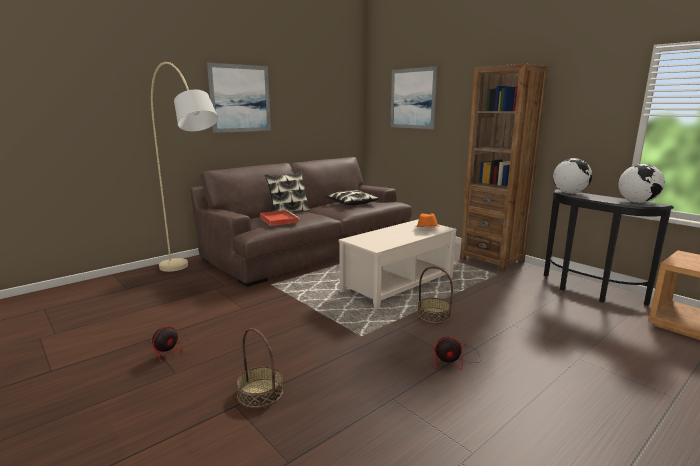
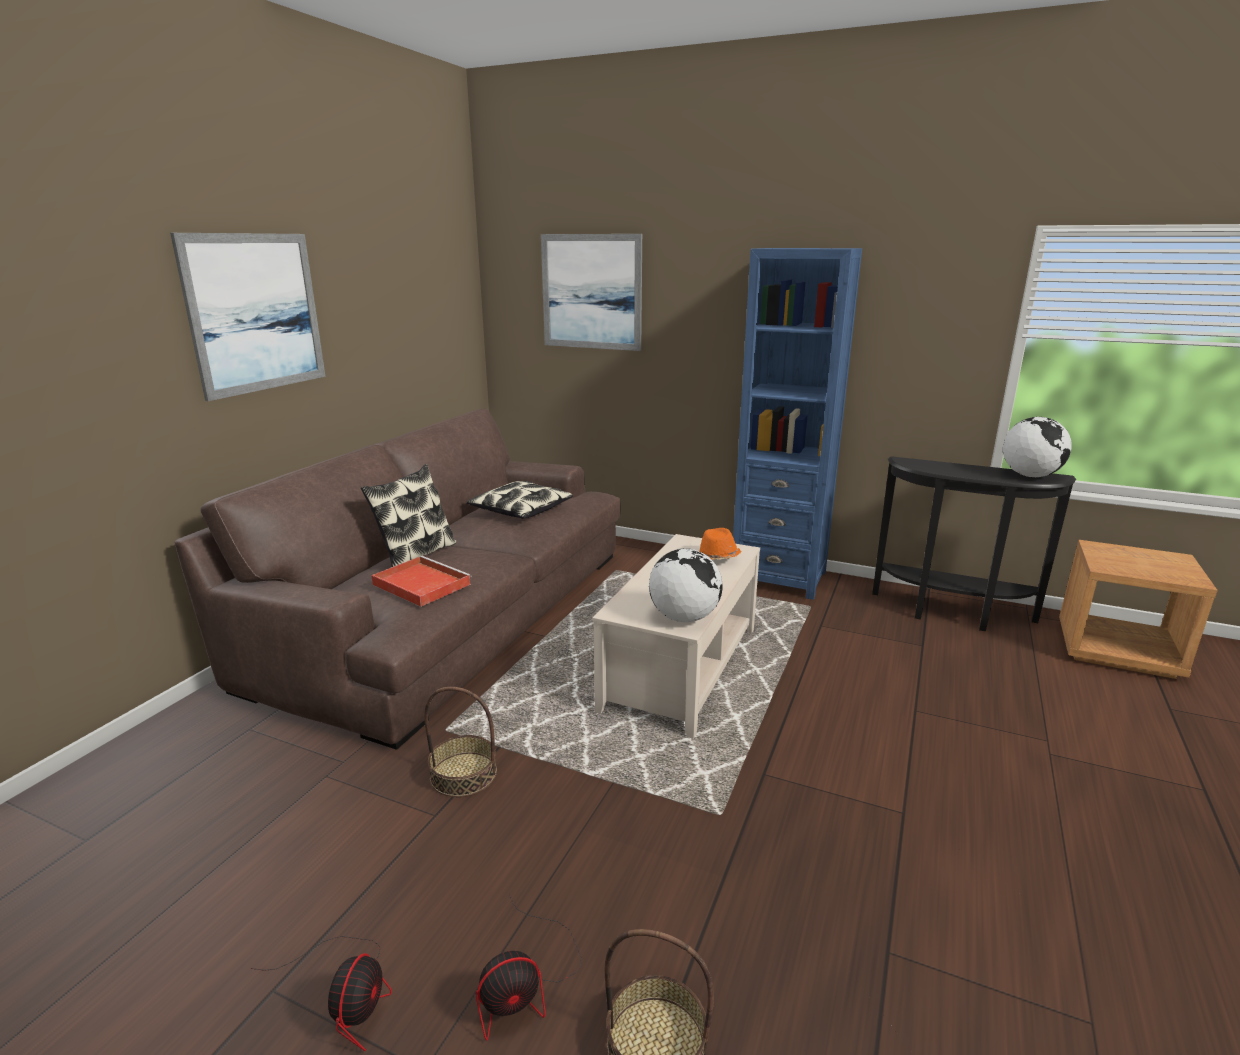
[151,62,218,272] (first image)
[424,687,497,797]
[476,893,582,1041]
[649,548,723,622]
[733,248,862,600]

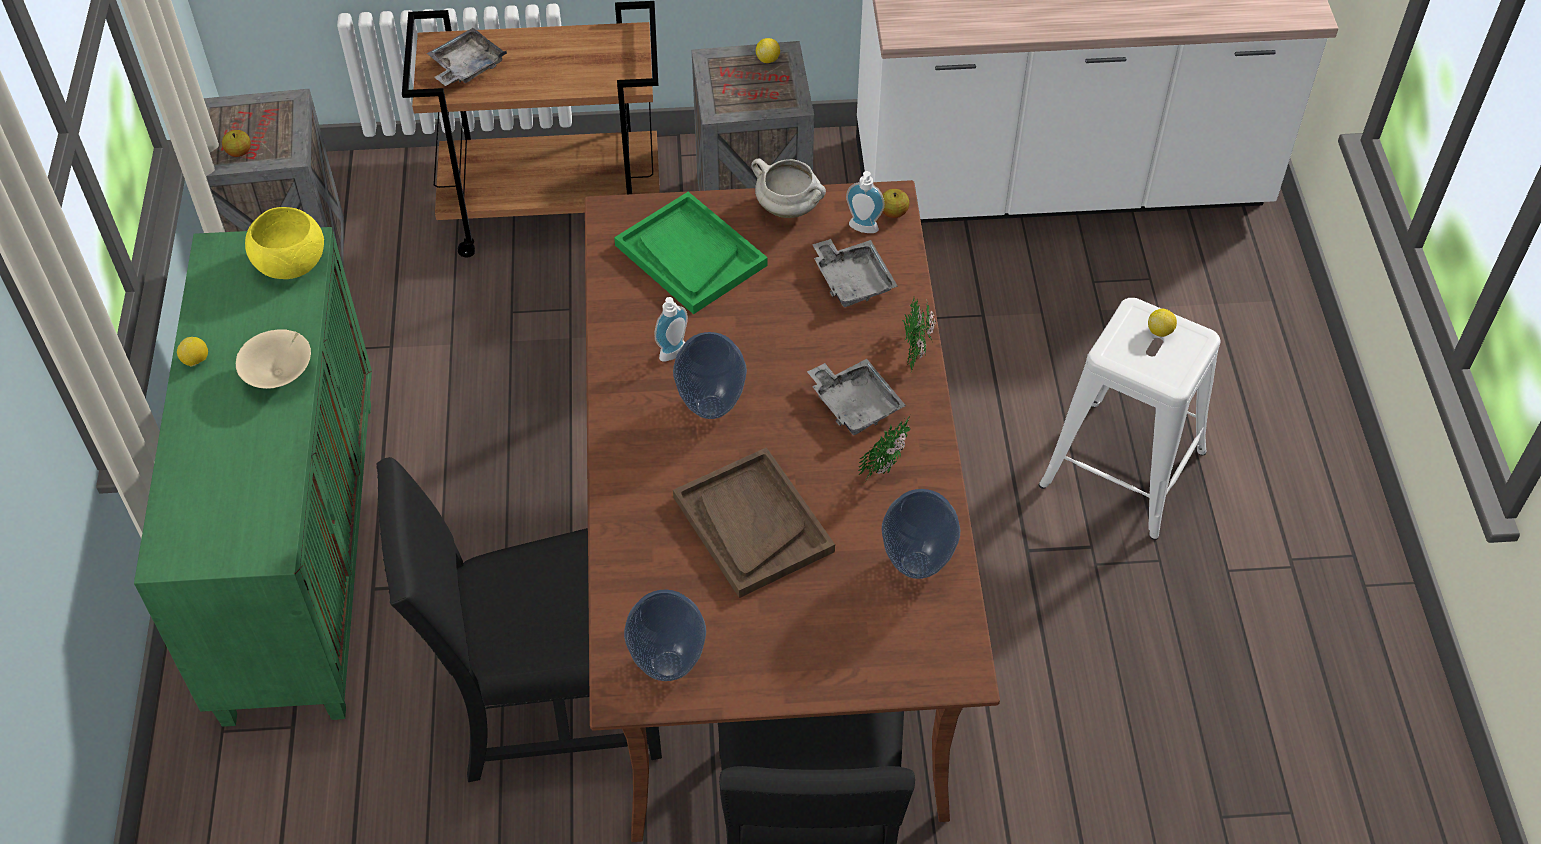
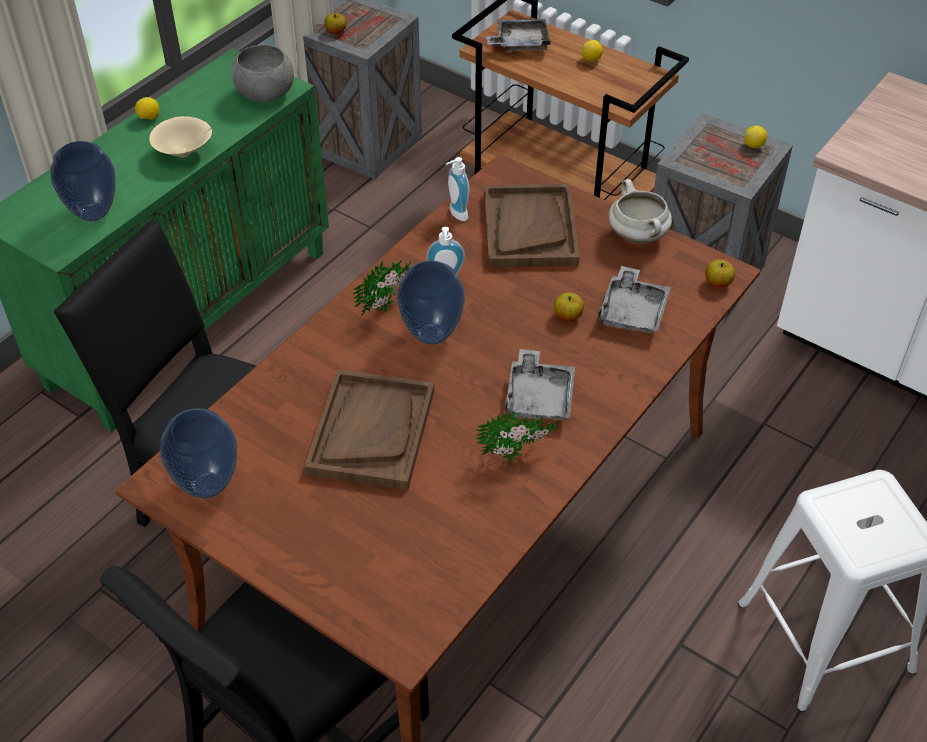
[554,293,584,321]
[446,157,469,221]
[51,141,116,221]
[353,260,411,315]
[582,40,603,61]
[231,44,294,102]
[484,184,579,267]

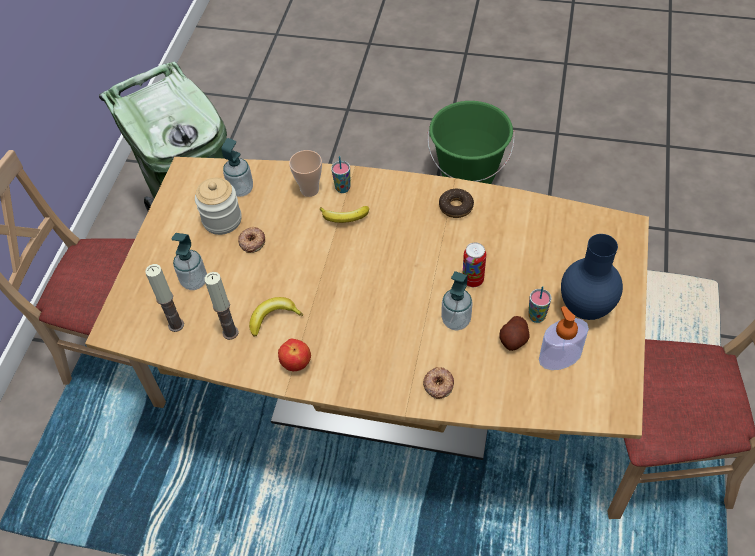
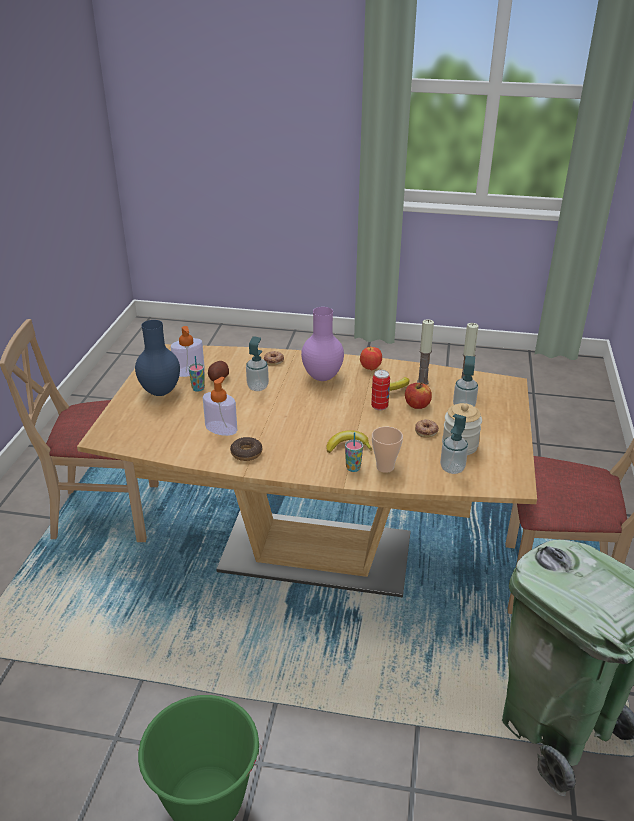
[203,377,237,436]
[301,307,344,381]
[405,382,432,409]
[371,370,390,411]

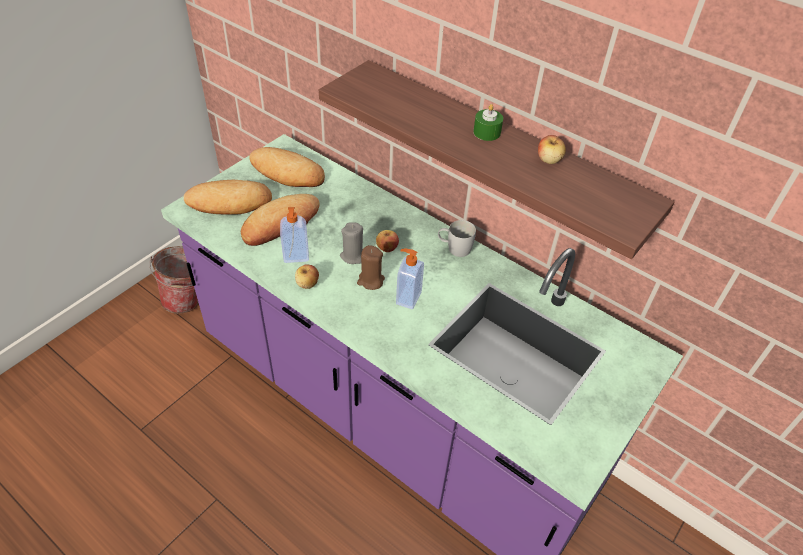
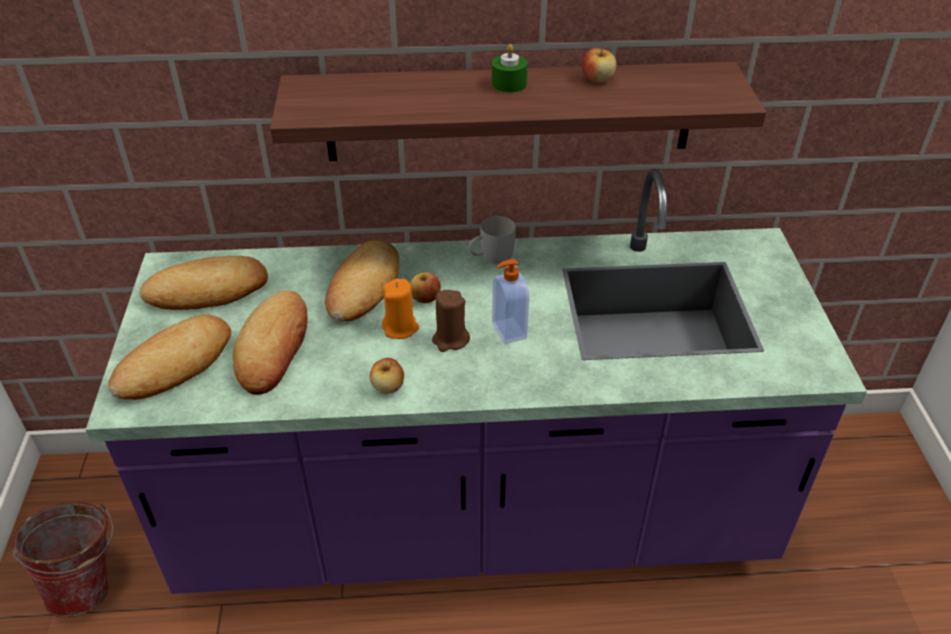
[280,207,309,263] (first image)
[325,240,399,321]
[382,279,419,339]

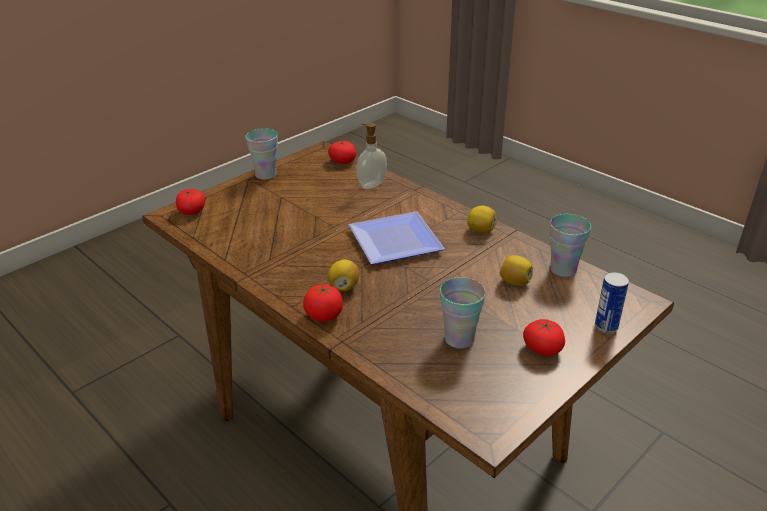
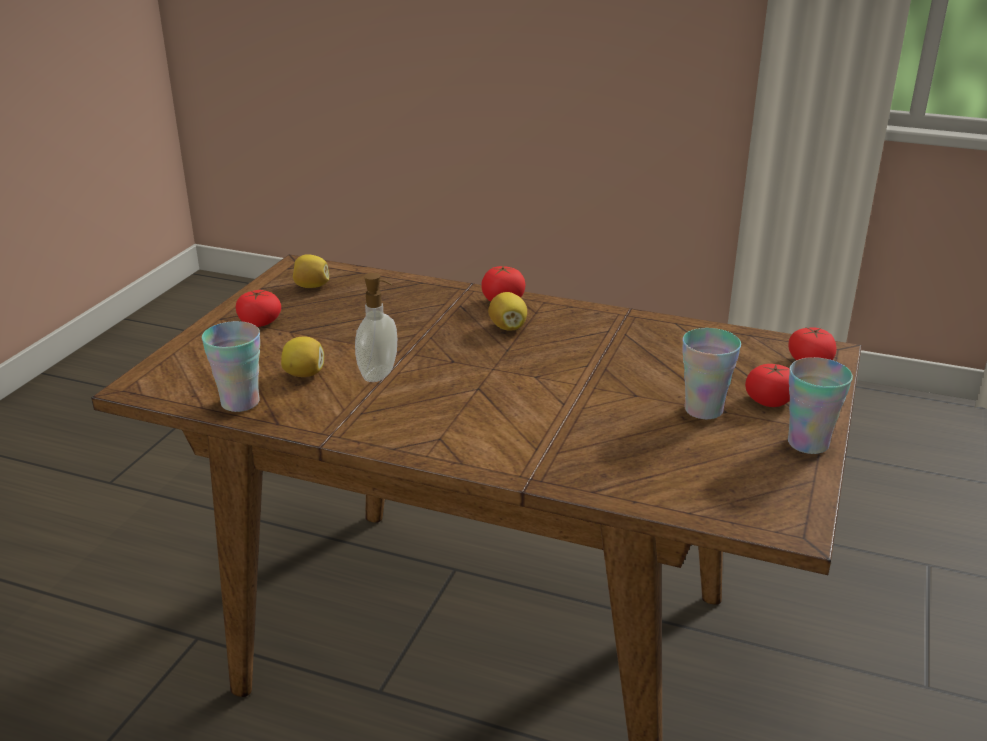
[349,211,445,264] (first image)
[595,272,629,334] (first image)
[745,364,790,407]
[355,273,397,382]
[682,328,741,419]
[293,254,329,288]

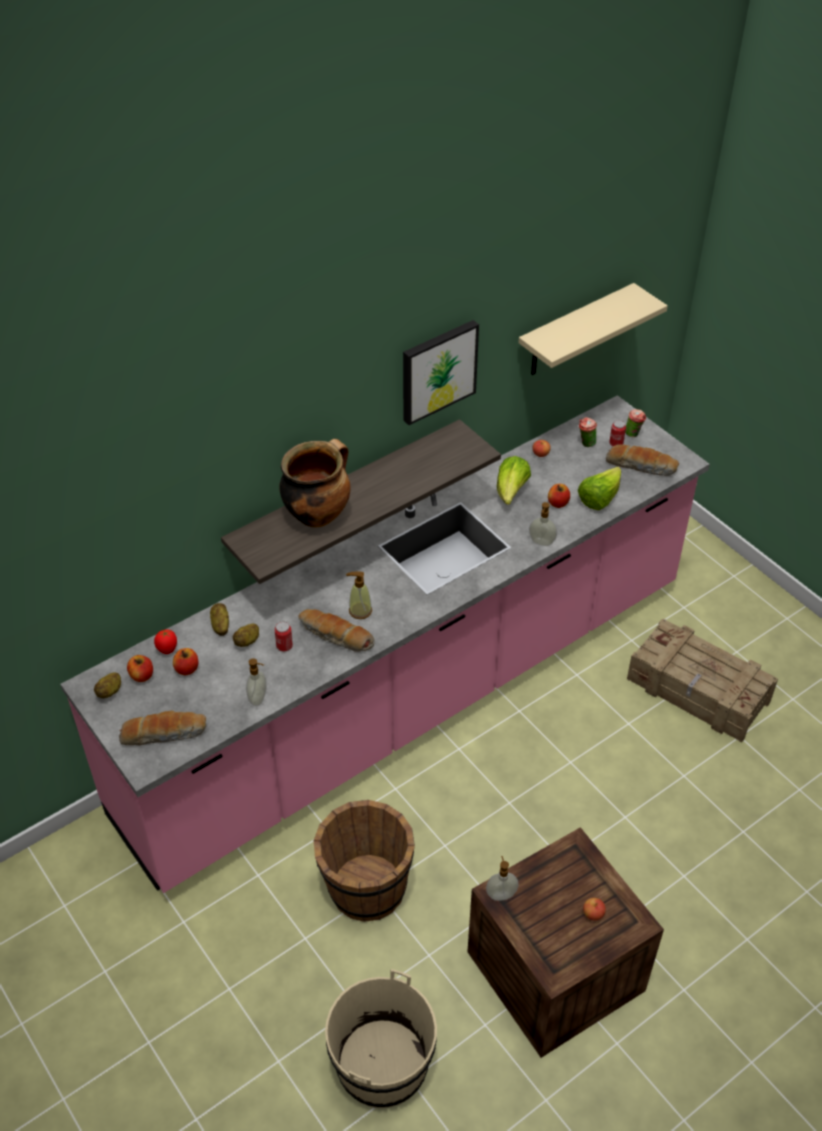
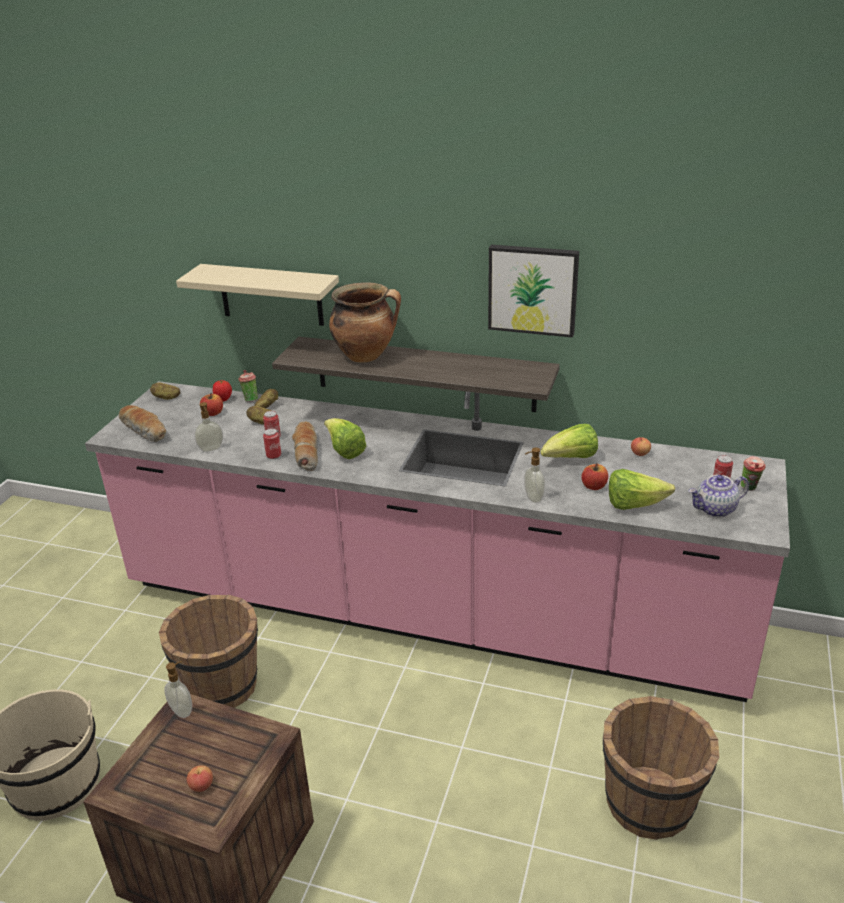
[127,655,153,682] (first image)
[263,428,281,459]
[176,264,339,326]
[238,370,258,402]
[324,418,366,459]
[689,475,749,517]
[603,696,720,840]

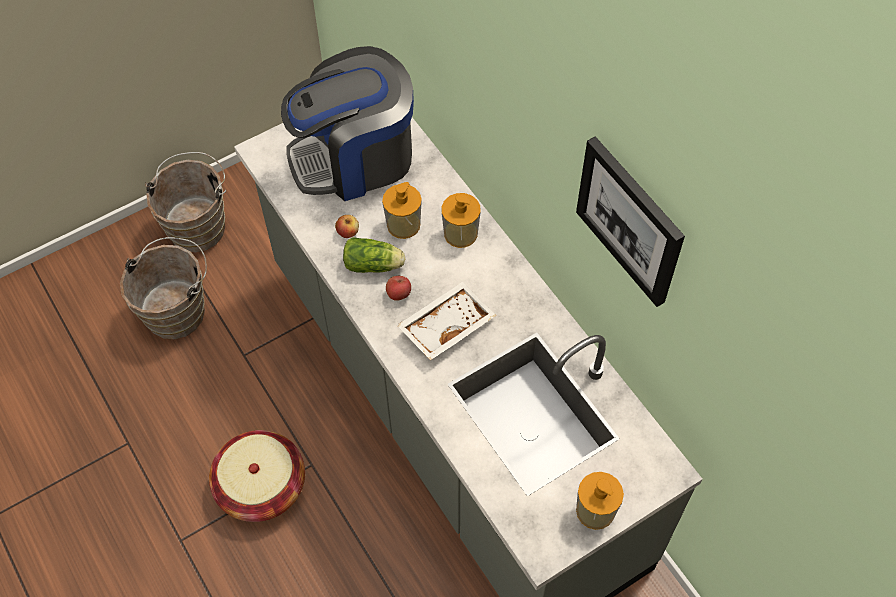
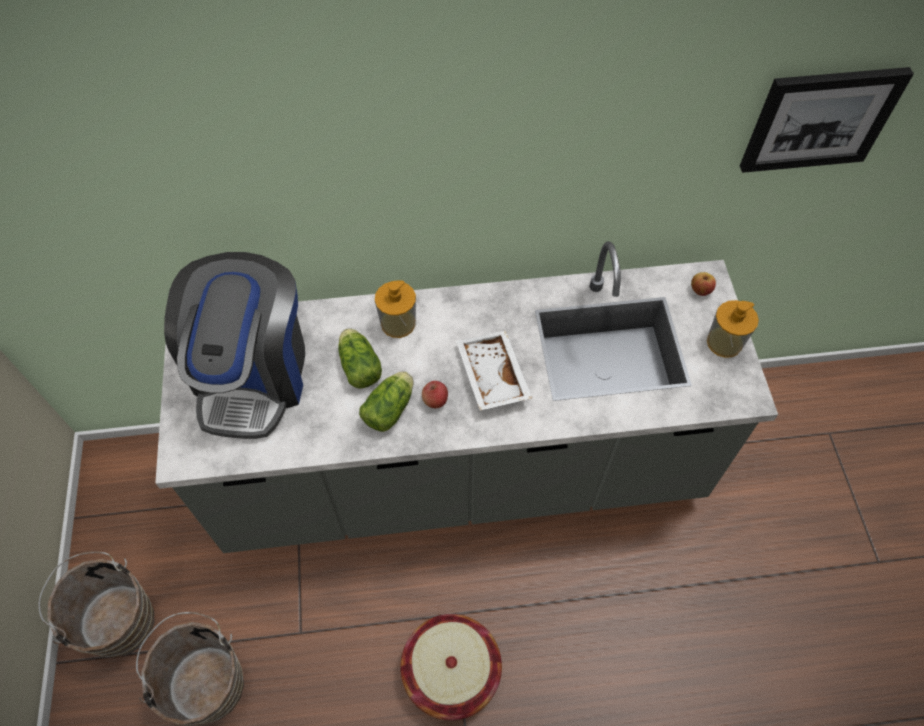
[691,272,716,296]
[740,67,914,173]
[338,328,382,389]

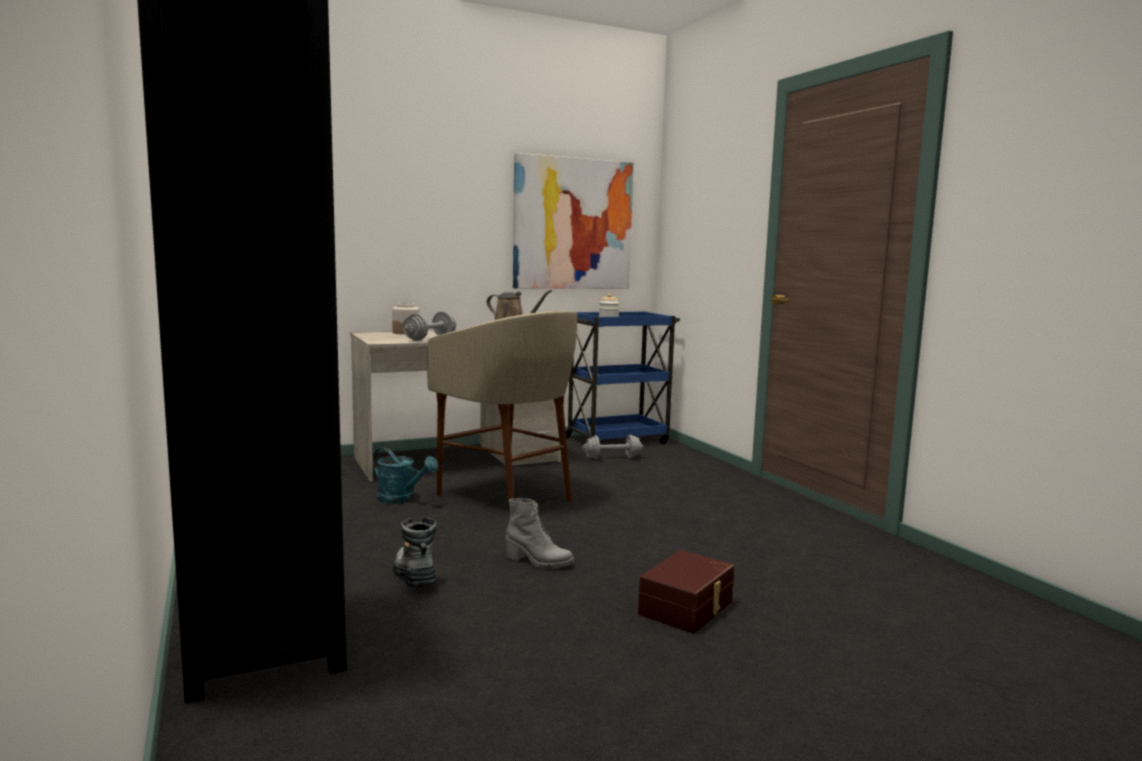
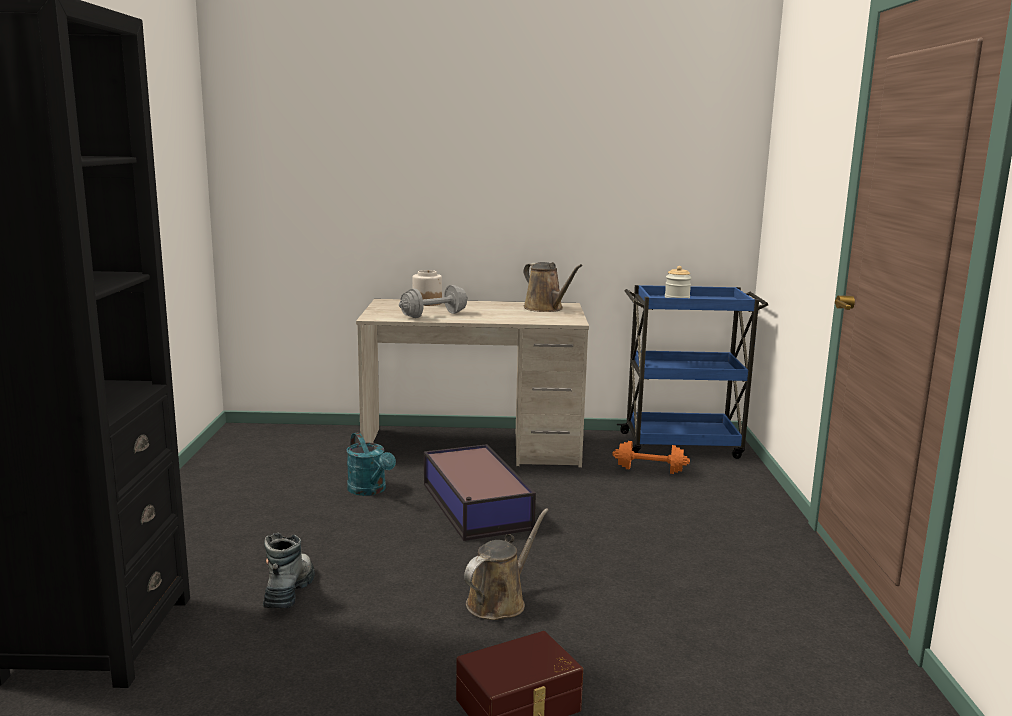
[506,498,574,569] (first image)
[513,153,634,289] (first image)
[464,508,549,620]
[424,444,536,541]
[612,441,690,474]

